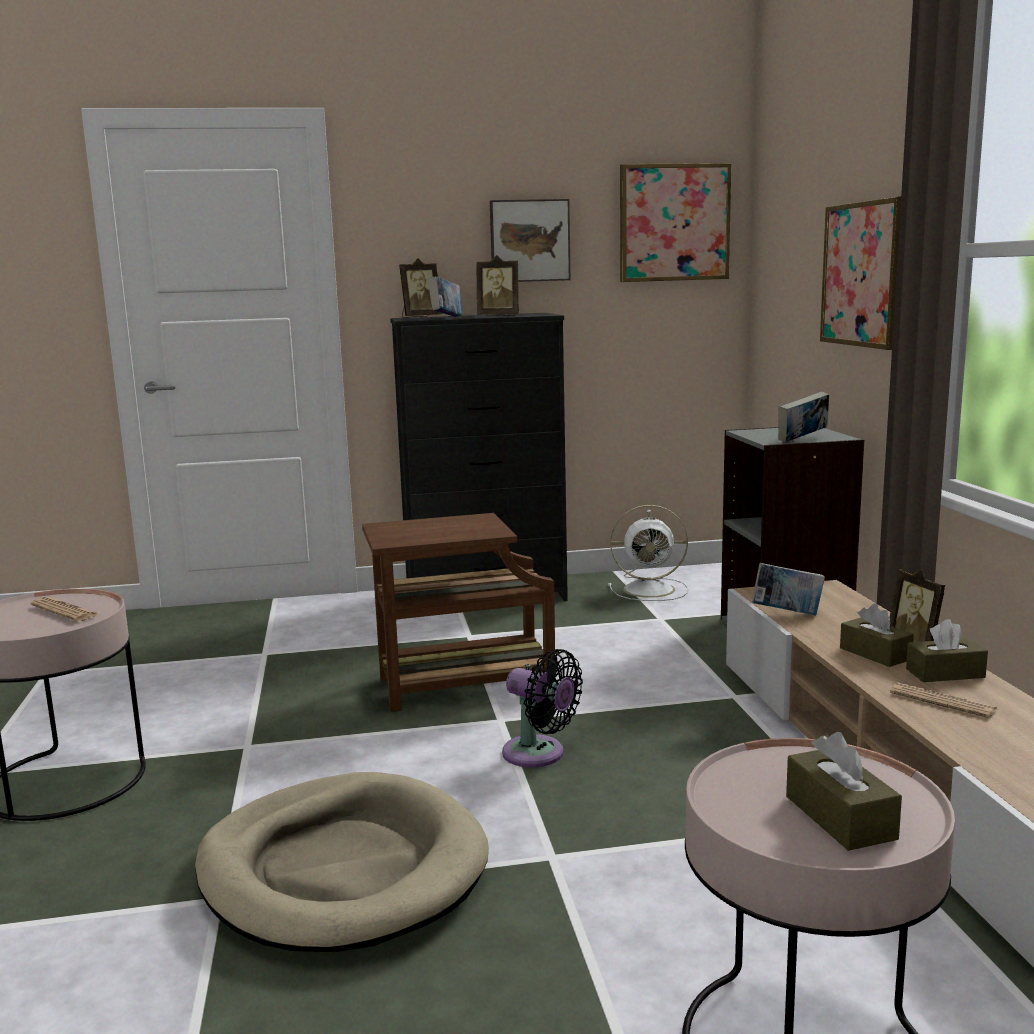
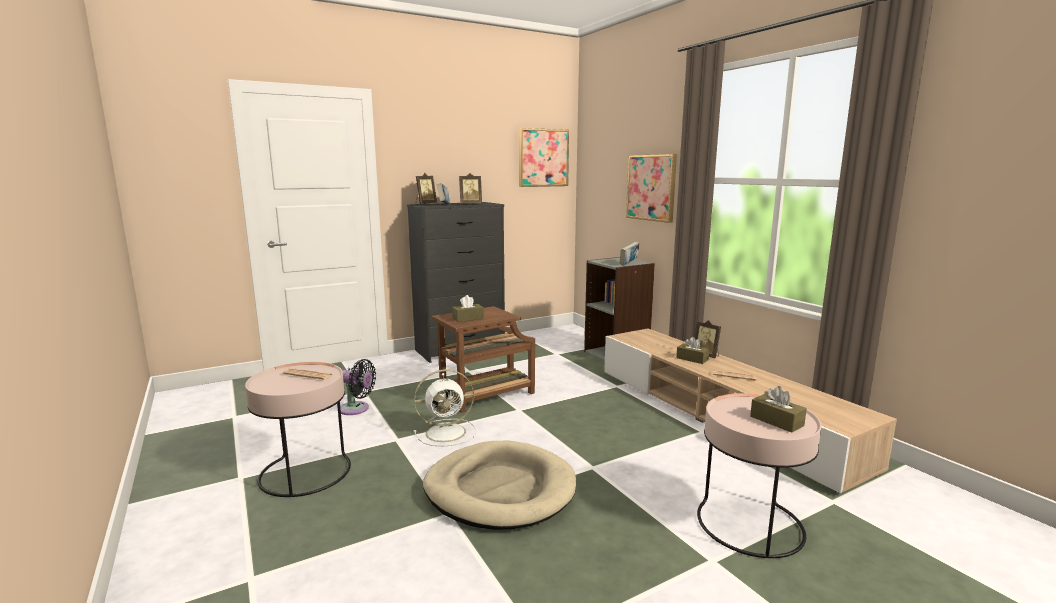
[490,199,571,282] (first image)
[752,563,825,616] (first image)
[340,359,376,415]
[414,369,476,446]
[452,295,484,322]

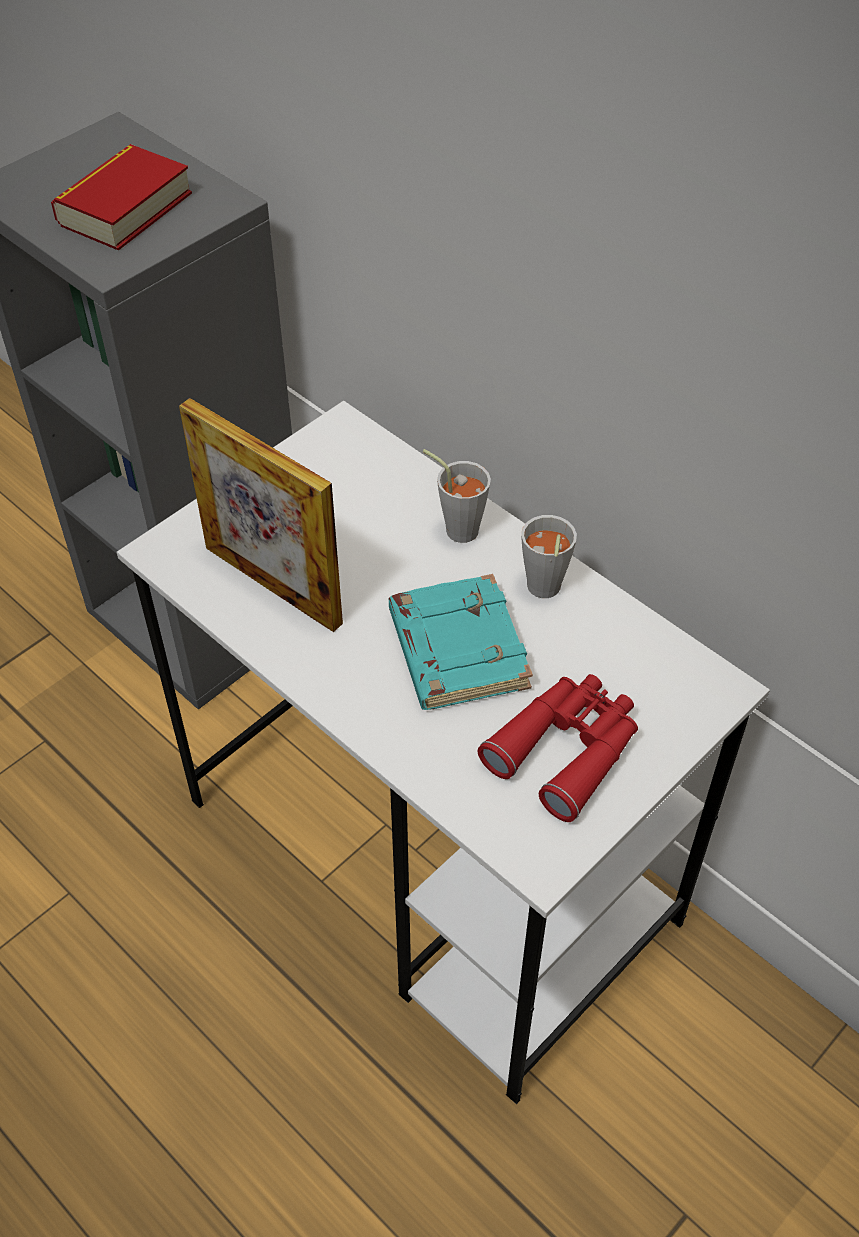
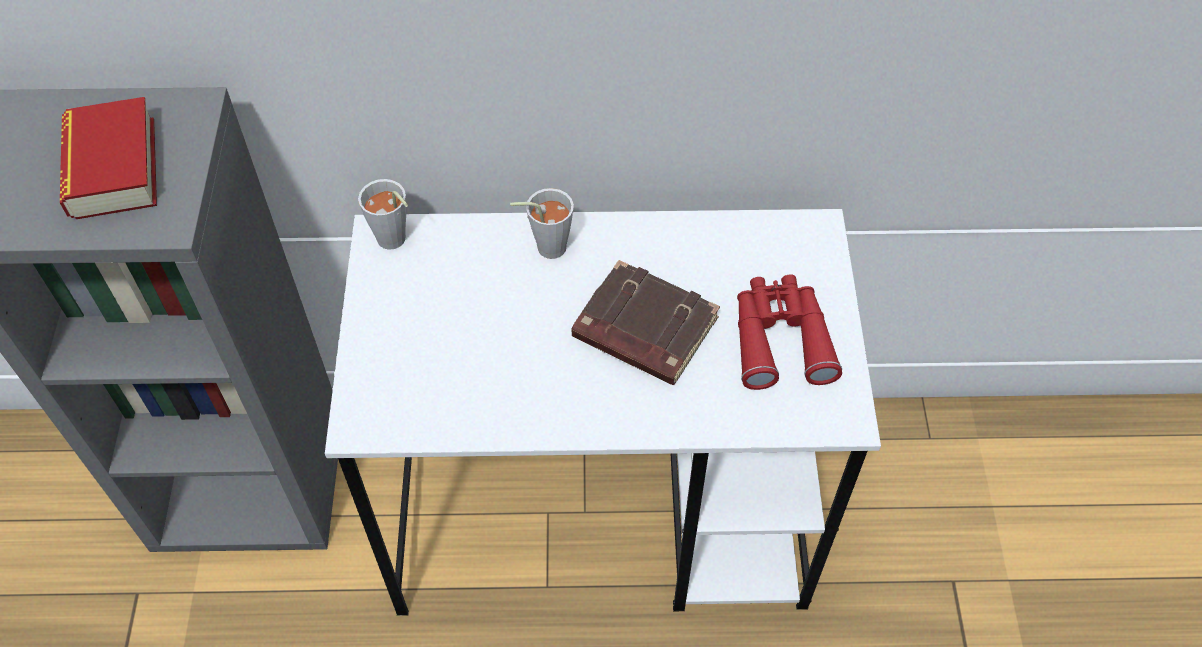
[179,398,343,632] (first image)
[358,179,408,250]
[572,260,720,385]

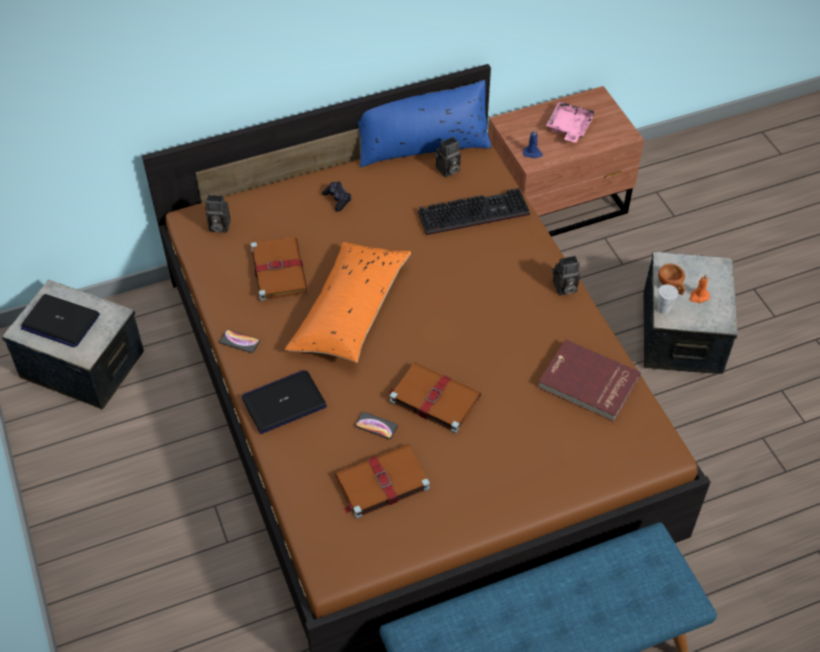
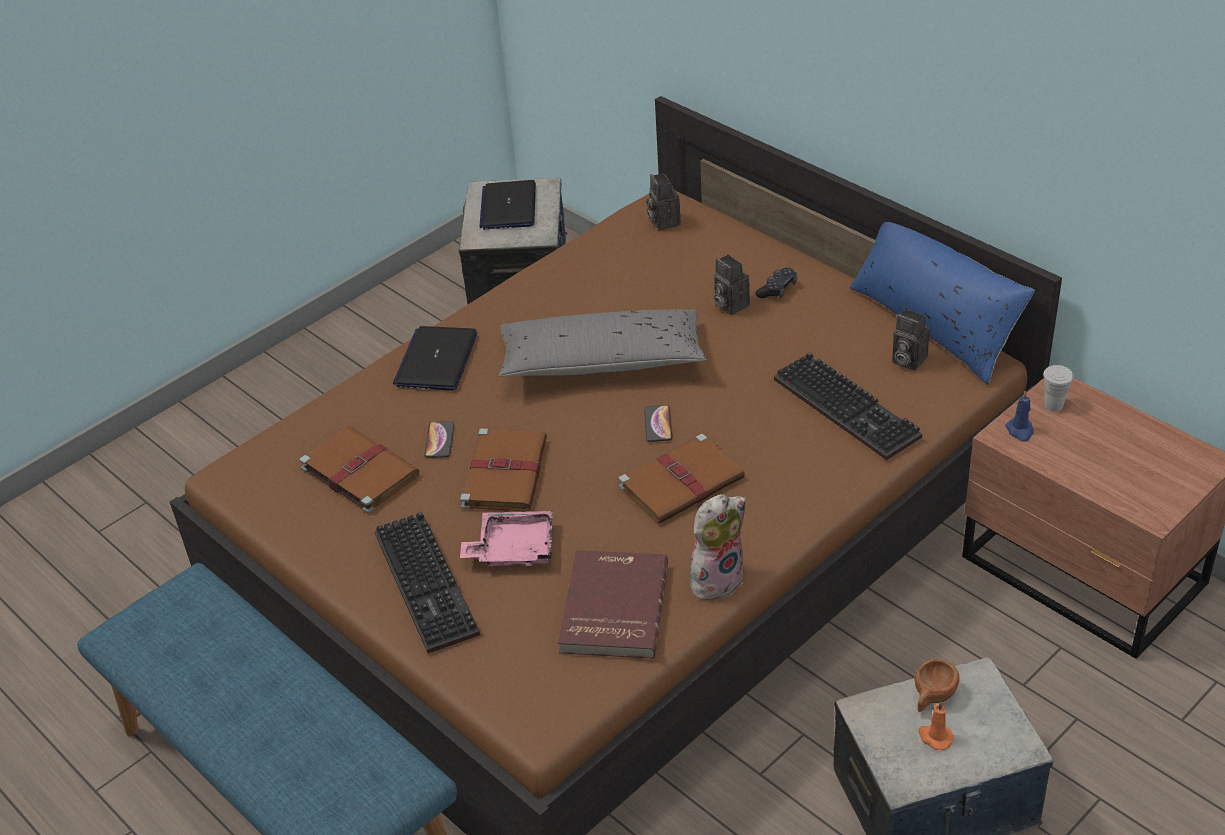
[375,512,480,653]
[690,494,746,600]
[644,405,672,442]
[619,434,745,524]
[460,511,553,566]
[714,254,750,315]
[1043,365,1074,411]
[499,309,706,377]
[393,326,478,391]

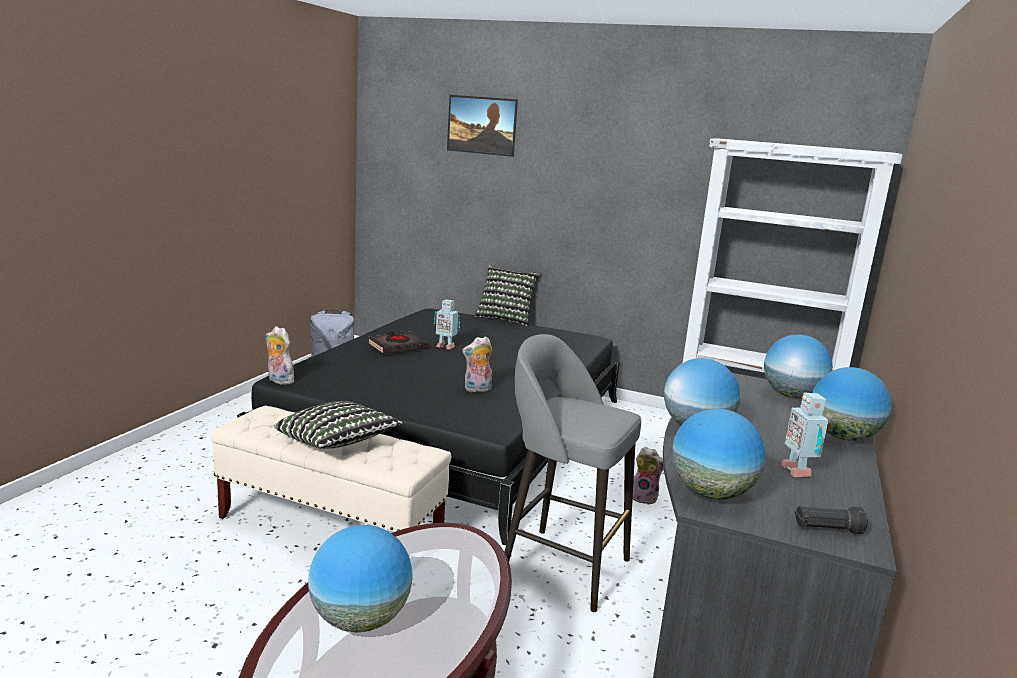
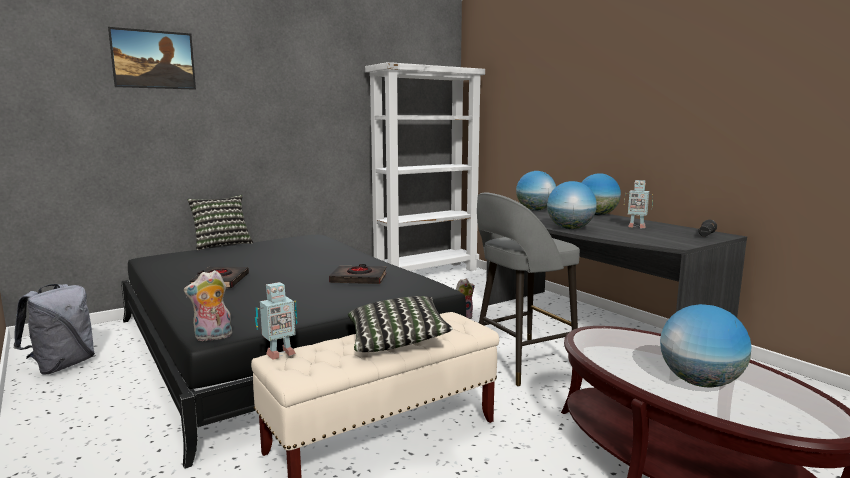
[672,409,765,500] (first image)
[255,282,298,360]
[329,264,387,284]

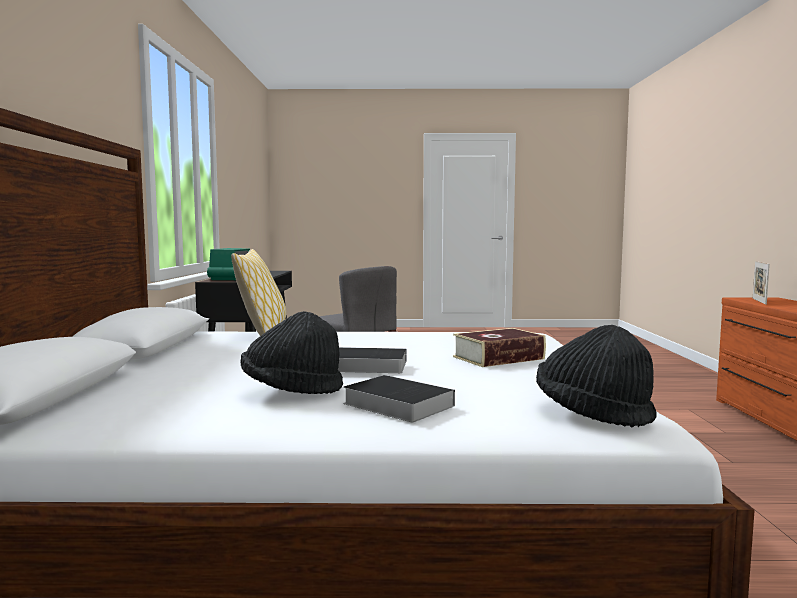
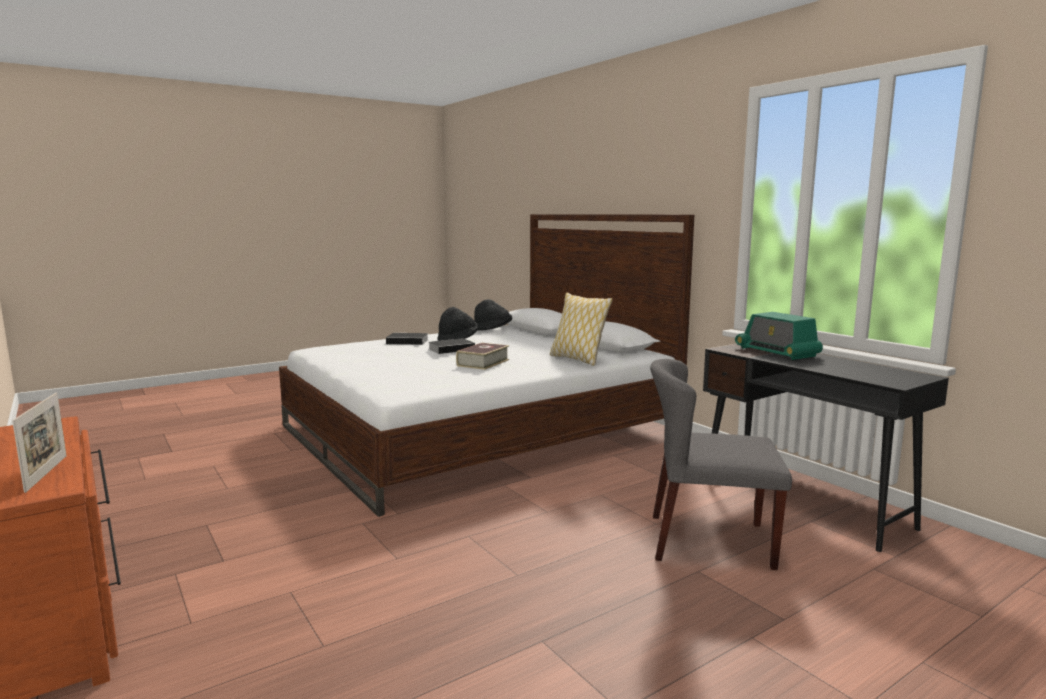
[456,343,509,370]
[474,299,512,331]

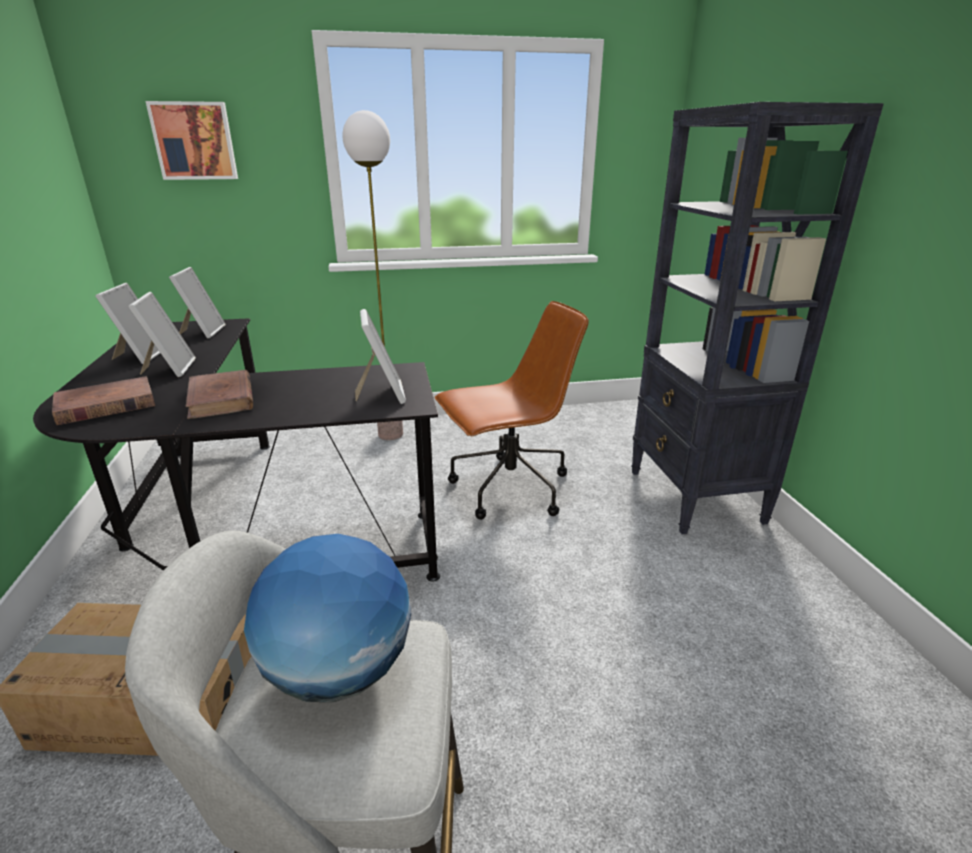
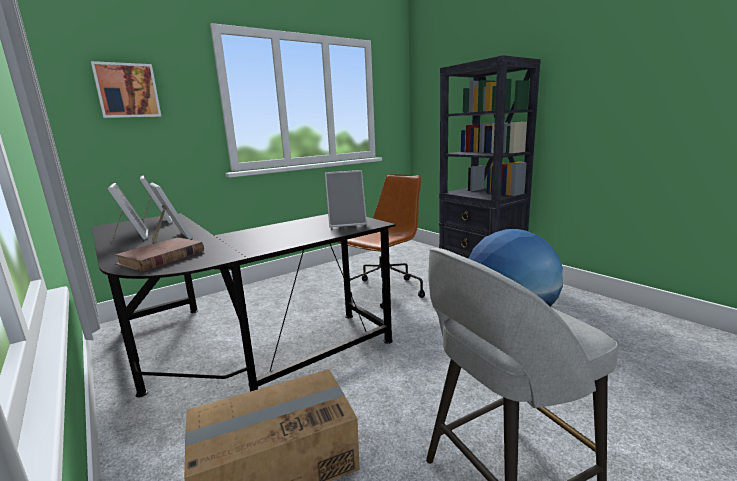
[186,370,253,419] (first image)
[343,110,403,440] (first image)
[325,170,367,228]

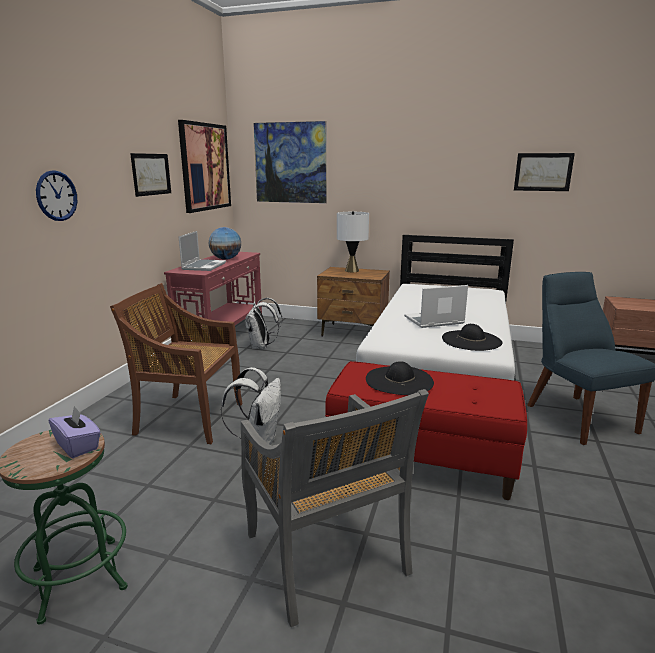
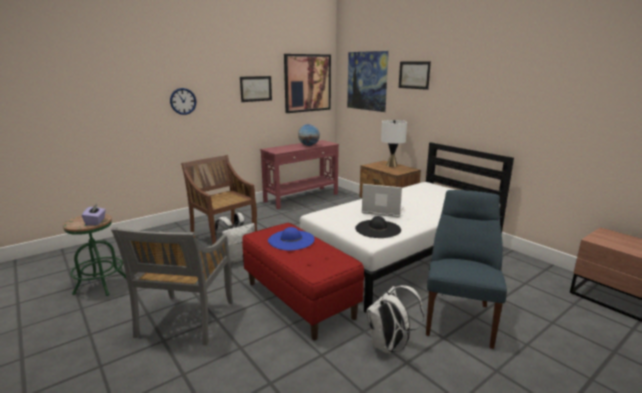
[179,231,226,271] (first image)
[367,285,424,354]
[399,61,431,90]
[268,227,315,250]

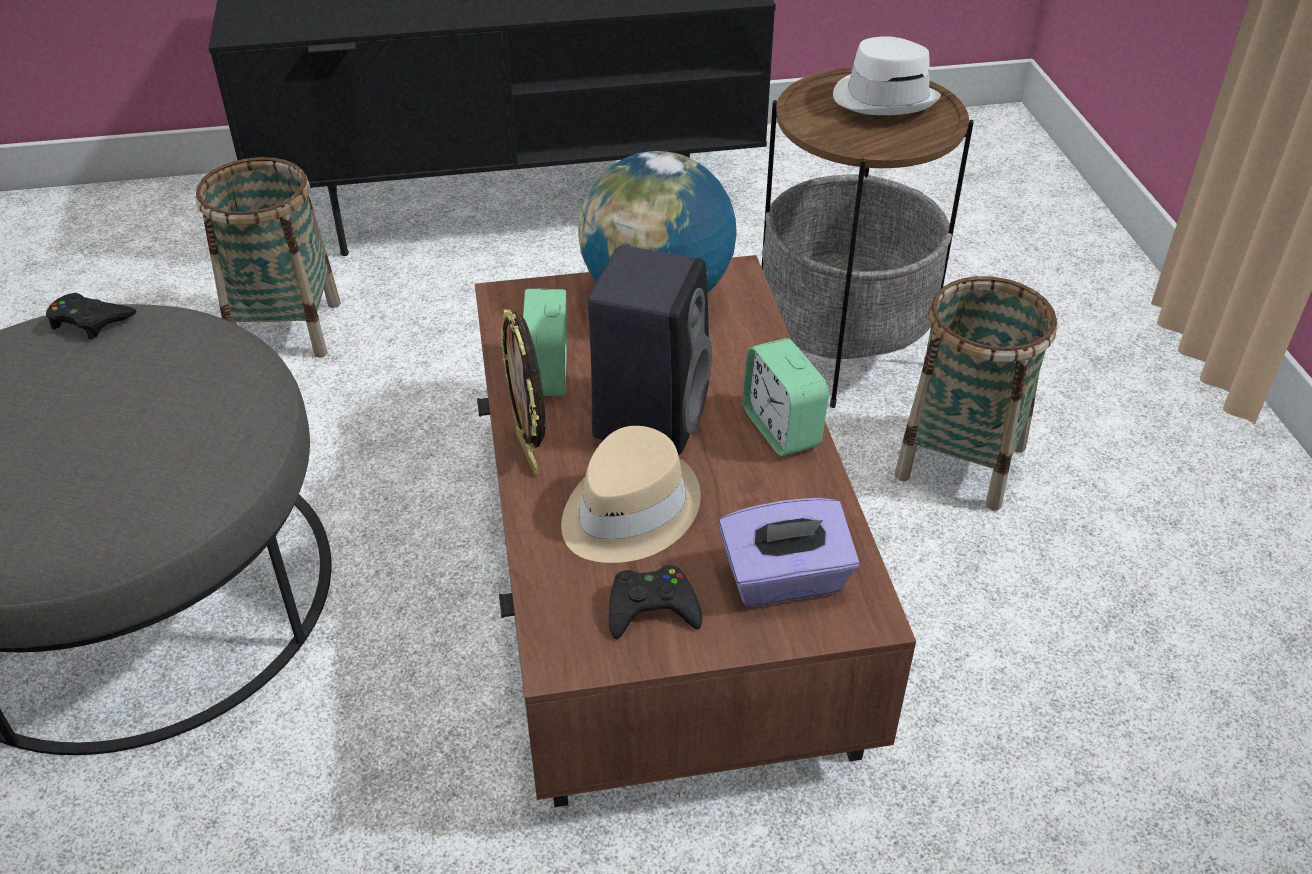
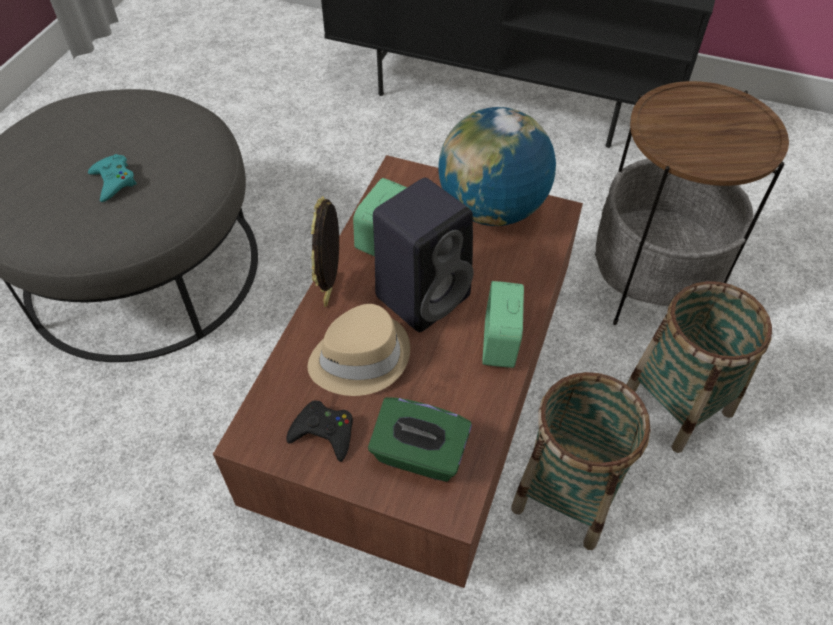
[46,293,136,340] (first image)
[833,36,941,115] (first image)
[88,154,137,202]
[511,372,651,550]
[368,397,472,482]

